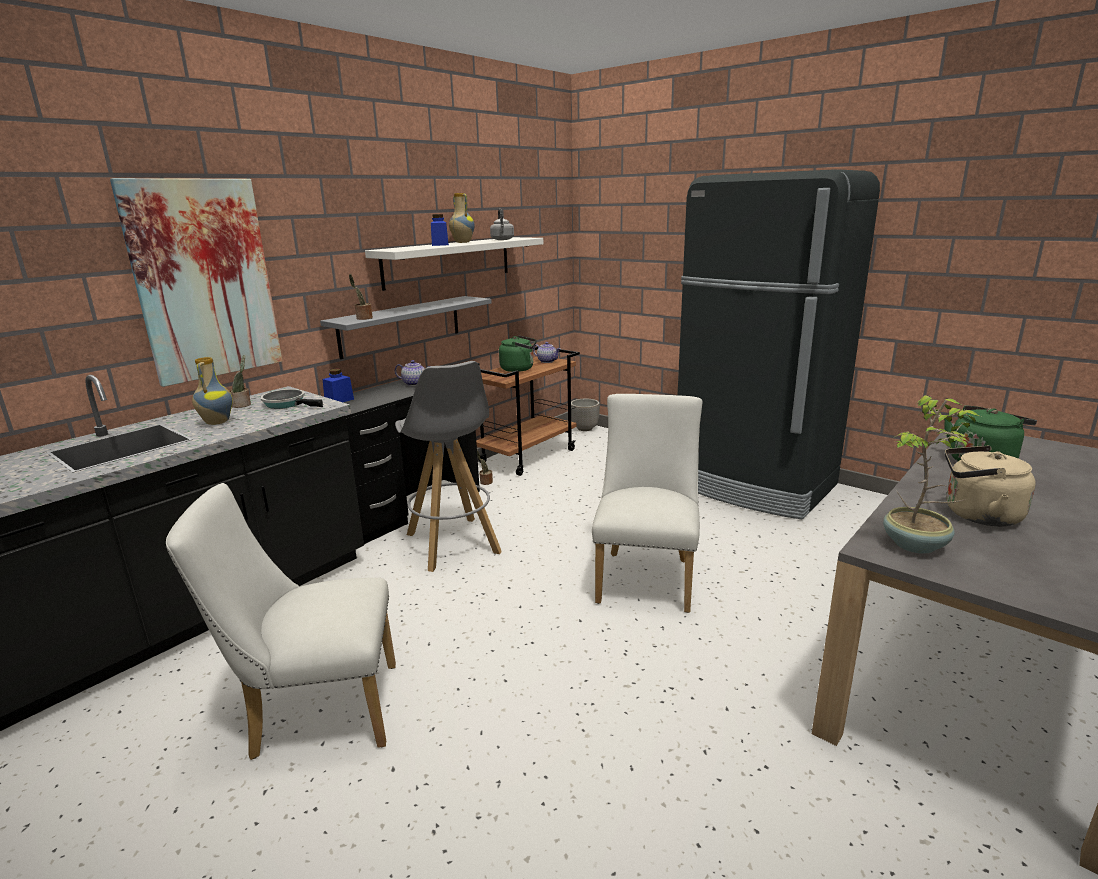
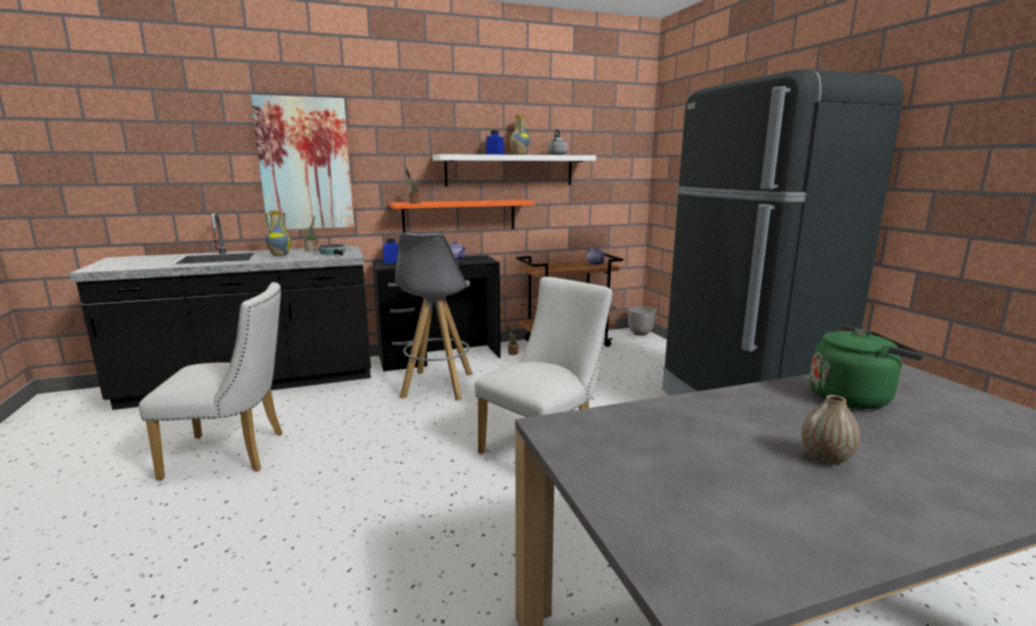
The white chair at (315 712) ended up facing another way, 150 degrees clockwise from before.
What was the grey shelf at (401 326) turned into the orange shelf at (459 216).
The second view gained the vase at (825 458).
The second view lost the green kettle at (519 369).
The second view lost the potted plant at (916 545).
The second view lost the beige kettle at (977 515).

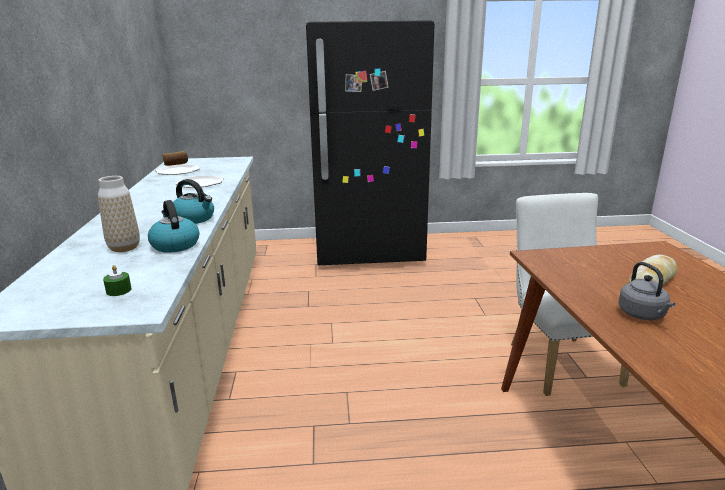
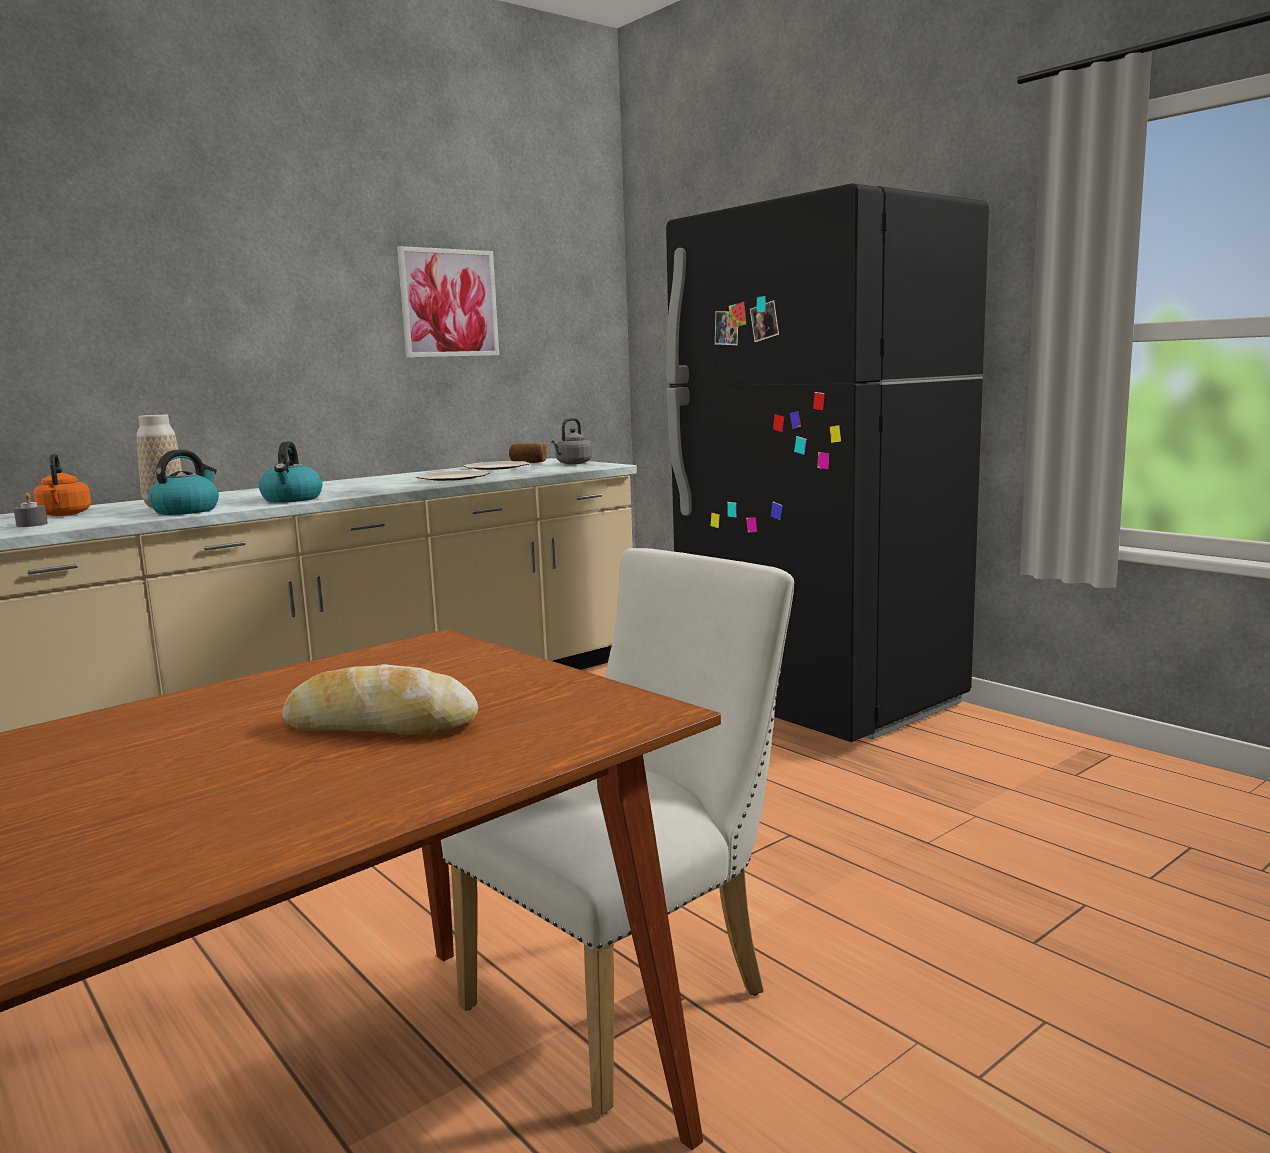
What was the green candle at (119 290) turned into the grey candle at (32 524).
The second view gained the orange kettle at (64 514).
The second view gained the picture at (448 303).
The grey kettle ended up elsewhere, having gone from (643 315) to (572 463).

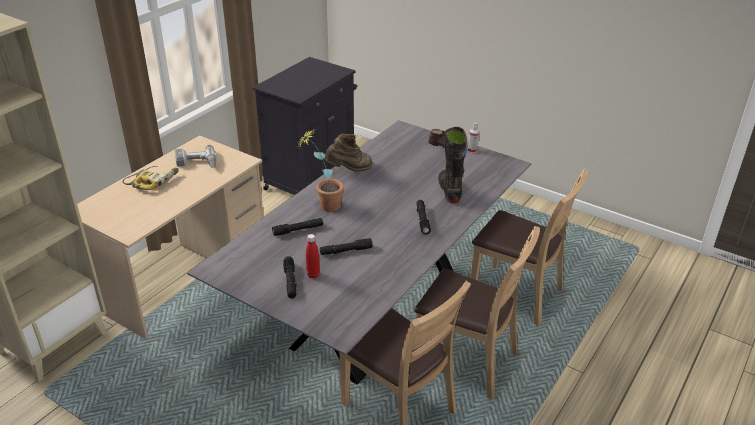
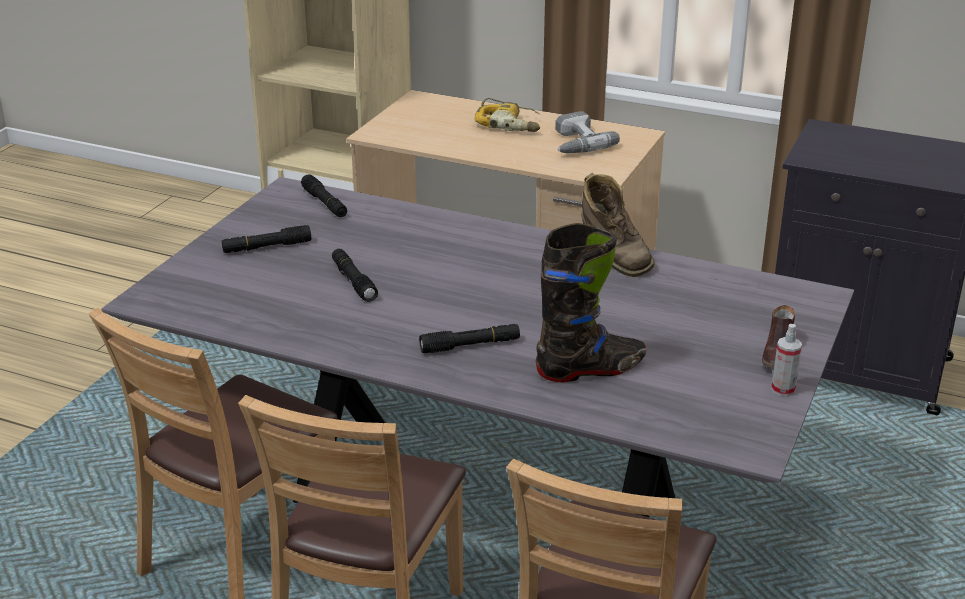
The black flashlight ended up elsewhere, having gone from (298 230) to (324 203).
The second view lost the potted plant at (323 206).
The second view lost the red bottle at (313 275).

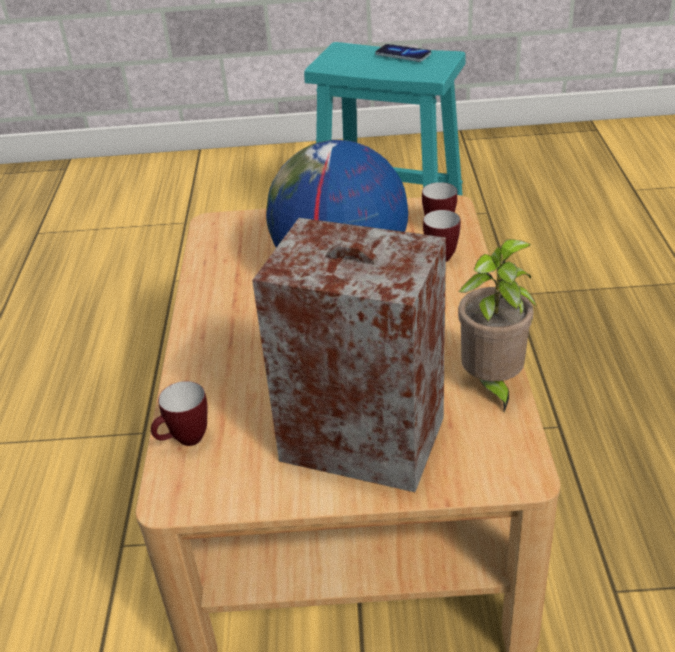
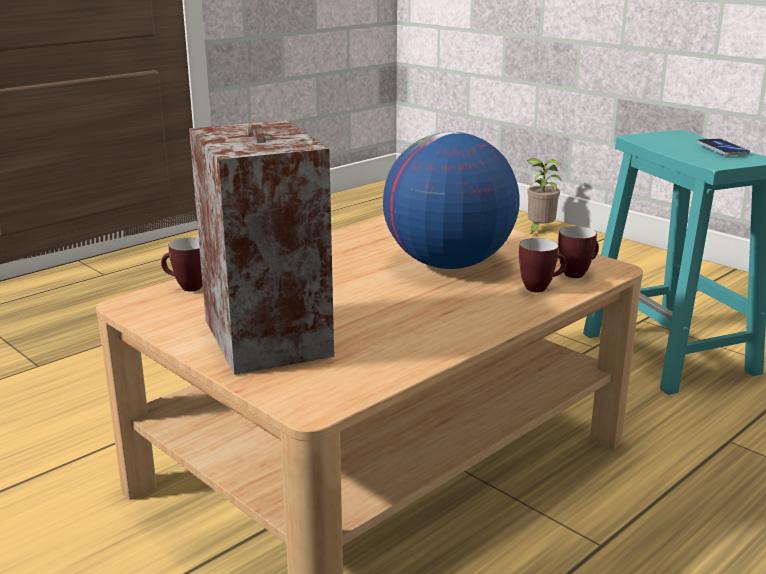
The potted plant ended up elsewhere, having gone from (492 385) to (539 230).

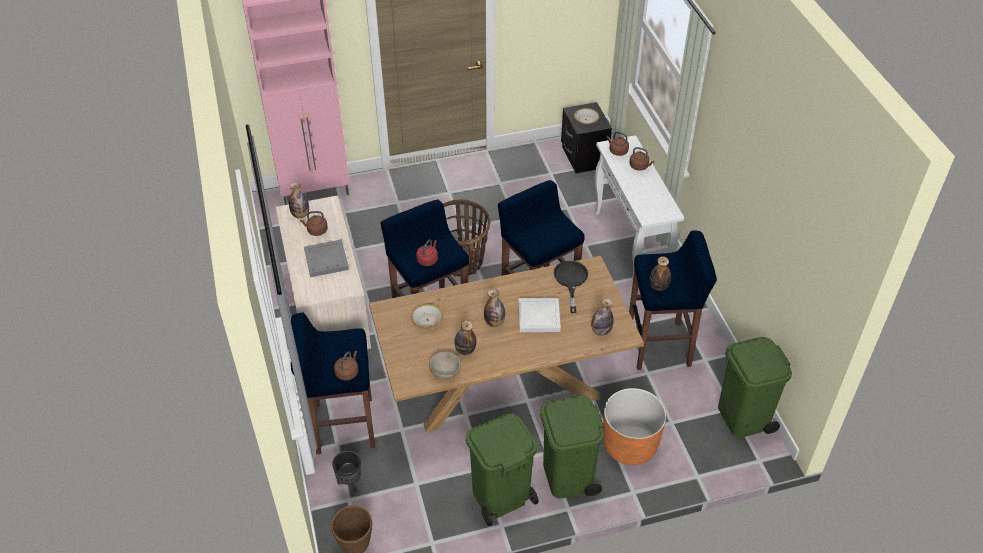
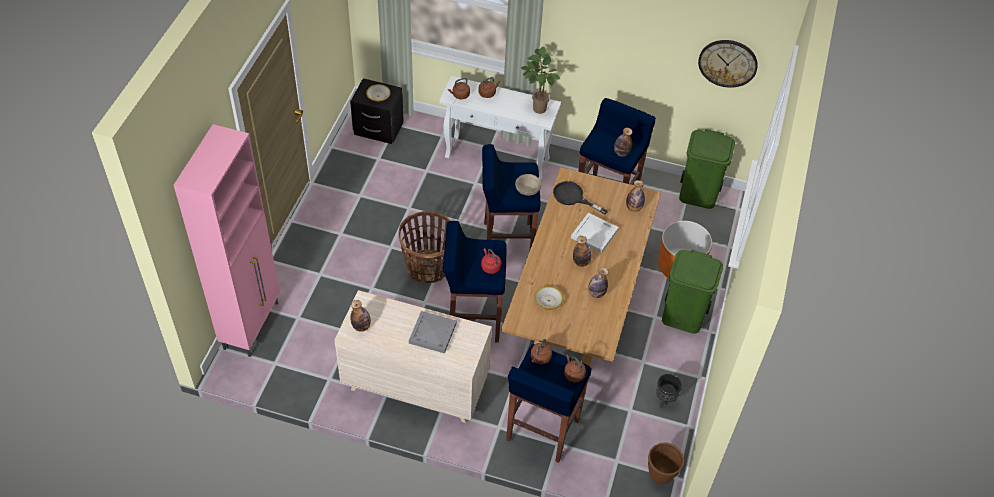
The beige bowl ended up elsewhere, having gone from (445 372) to (528 190).
The second view gained the potted plant at (537 108).
The brown kettle ended up elsewhere, having gone from (316 230) to (540 358).
The black planter ended up elsewhere, having gone from (349 482) to (664 400).
The second view gained the wall clock at (728 63).
The second view lost the green trash can at (500 496).

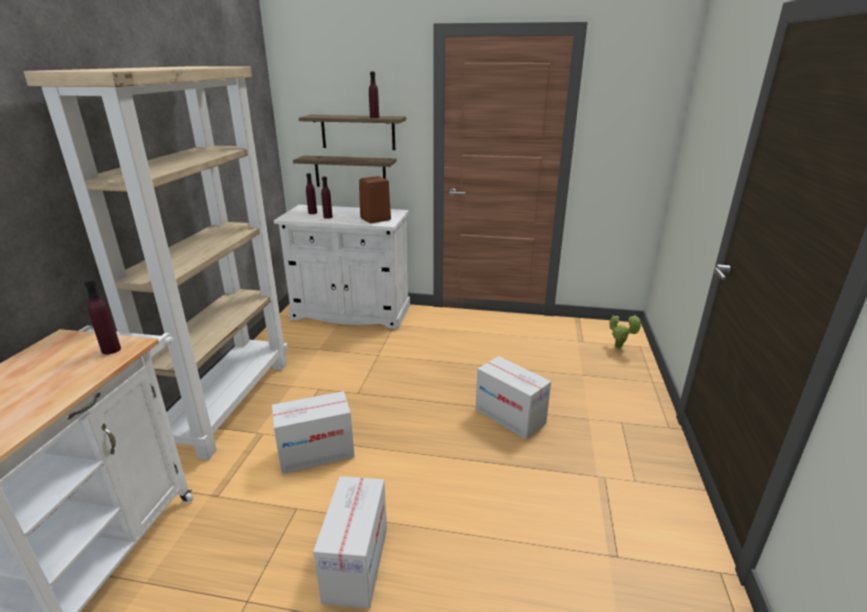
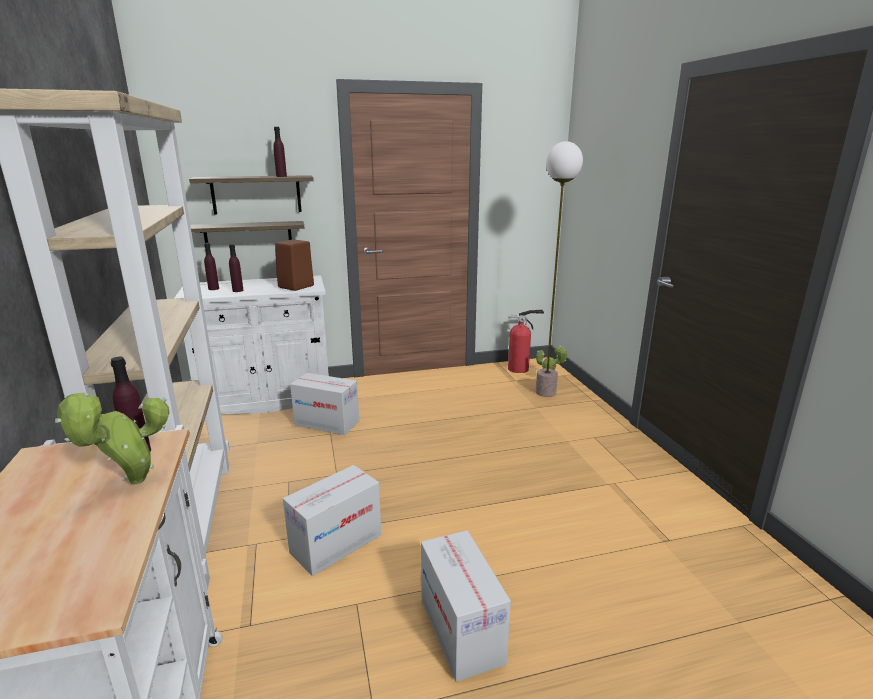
The second view gained the potted plant at (132 483).
The cardboard box ended up elsewhere, having gone from (510 416) to (327 423).
The second view gained the fire extinguisher at (520 369).
The second view gained the floor lamp at (545 392).

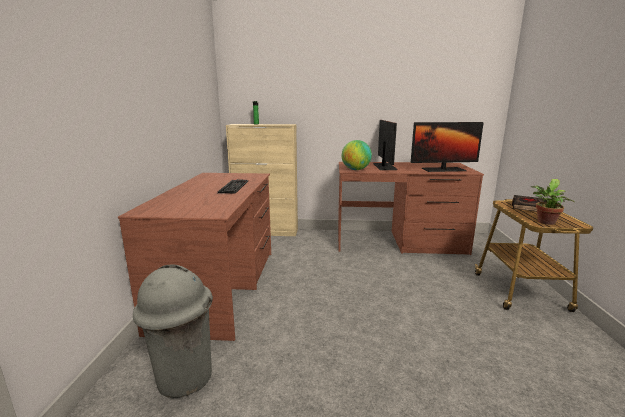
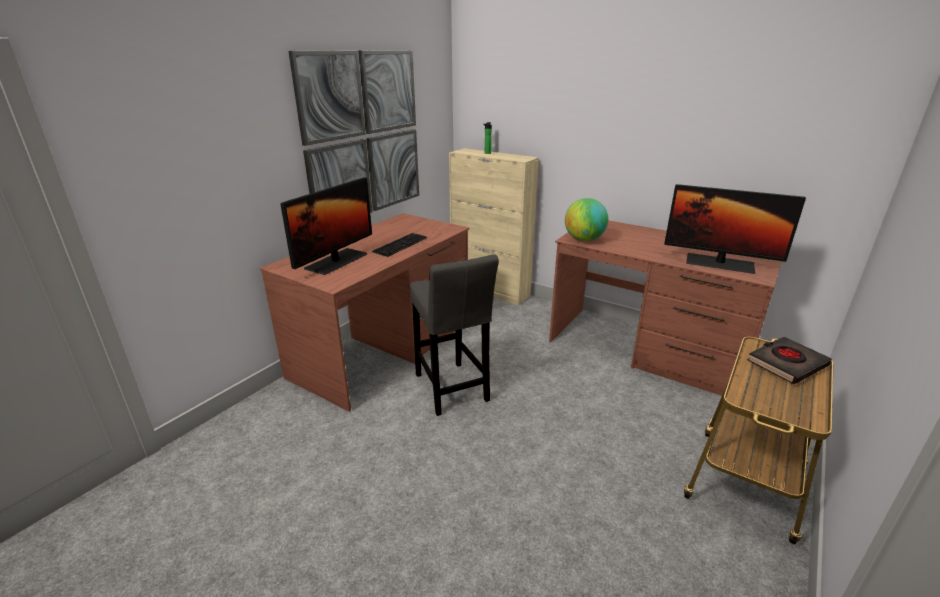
The monitor ended up elsewhere, having gone from (384 166) to (336 261).
The second view gained the picture at (364 136).
The second view gained the grey stool at (452 390).
The second view lost the grey trash can at (183 377).
The second view lost the potted plant at (545 222).

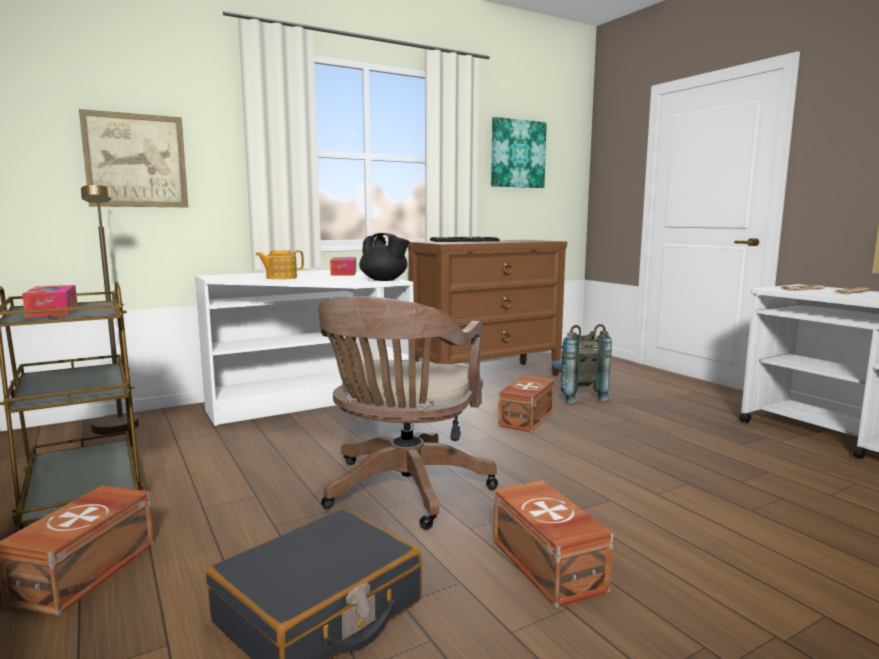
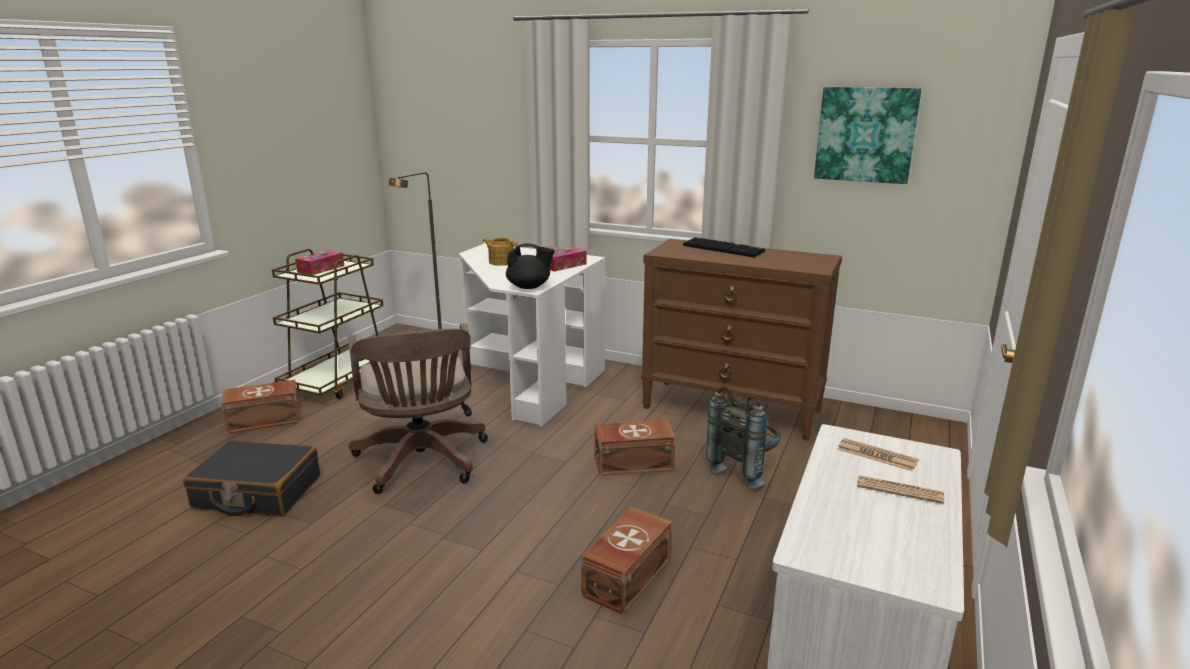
The brown office chair at (403 491) ended up facing another way, 90 degrees counterclockwise from before.
The black teapot at (384 280) ended up facing another way, 90 degrees counterclockwise from before.
The brown storage box ended up elsewhere, having gone from (546 566) to (625 577).
The second view lost the picture at (136 161).

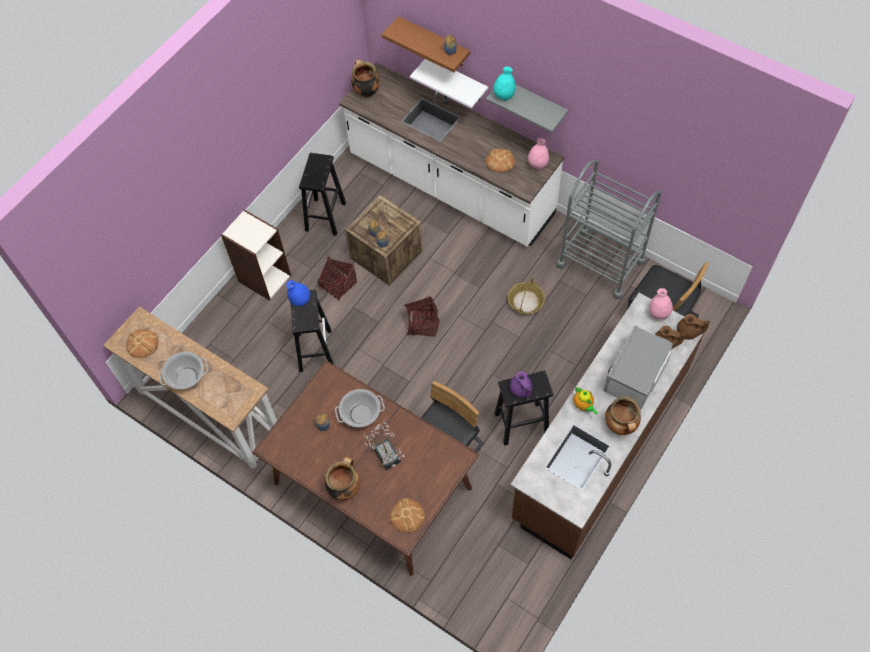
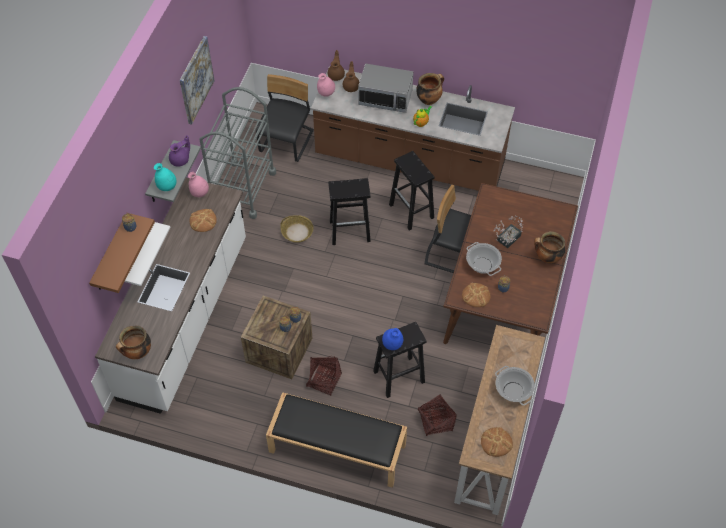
The purple teapot ended up elsewhere, having gone from (521 390) to (180 160).
The second view gained the picture at (196 80).
Where the bookcase stood at (264 278), the black bench came to stand at (336 448).
The black stool ended up elsewhere, having gone from (325 217) to (350 231).
The basket ended up elsewhere, having gone from (422 324) to (436 421).
The bread ended up elsewhere, having gone from (407 516) to (476 296).

